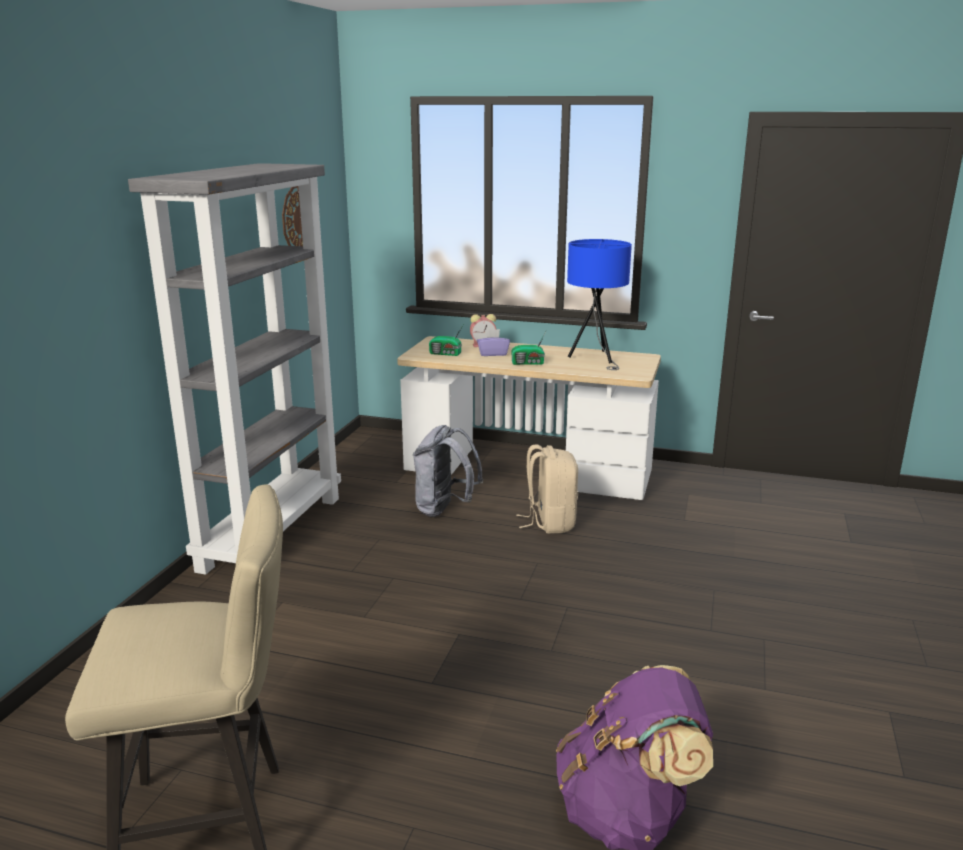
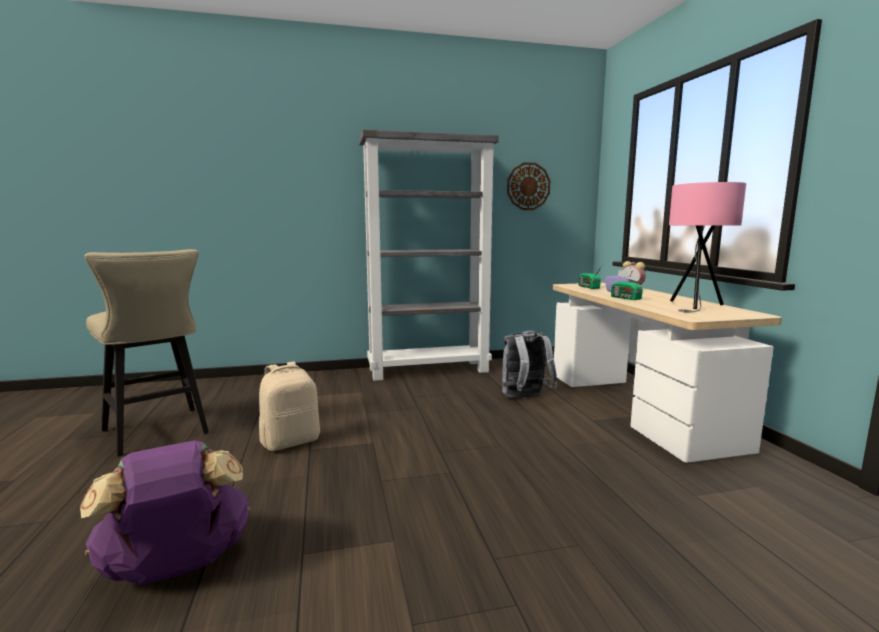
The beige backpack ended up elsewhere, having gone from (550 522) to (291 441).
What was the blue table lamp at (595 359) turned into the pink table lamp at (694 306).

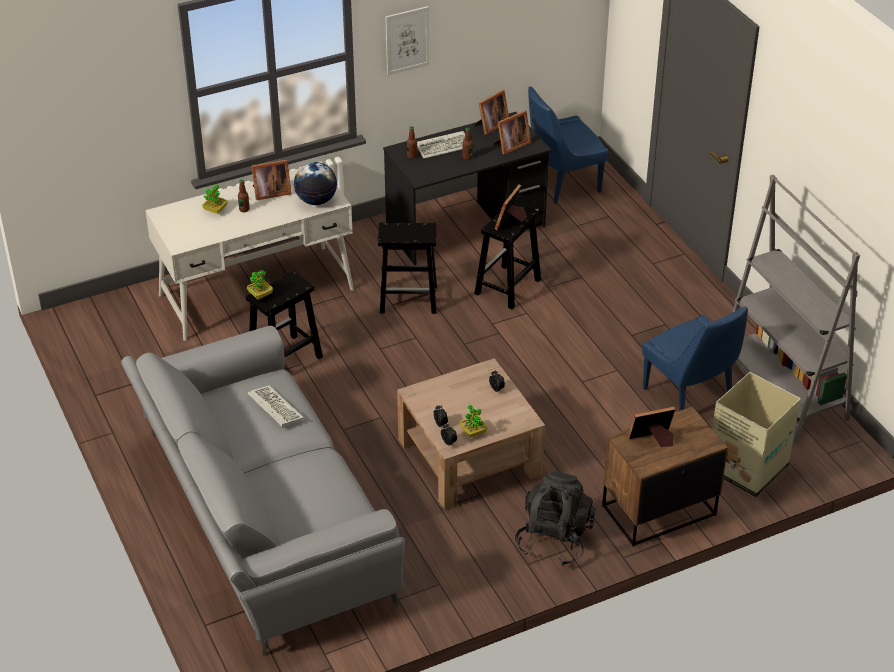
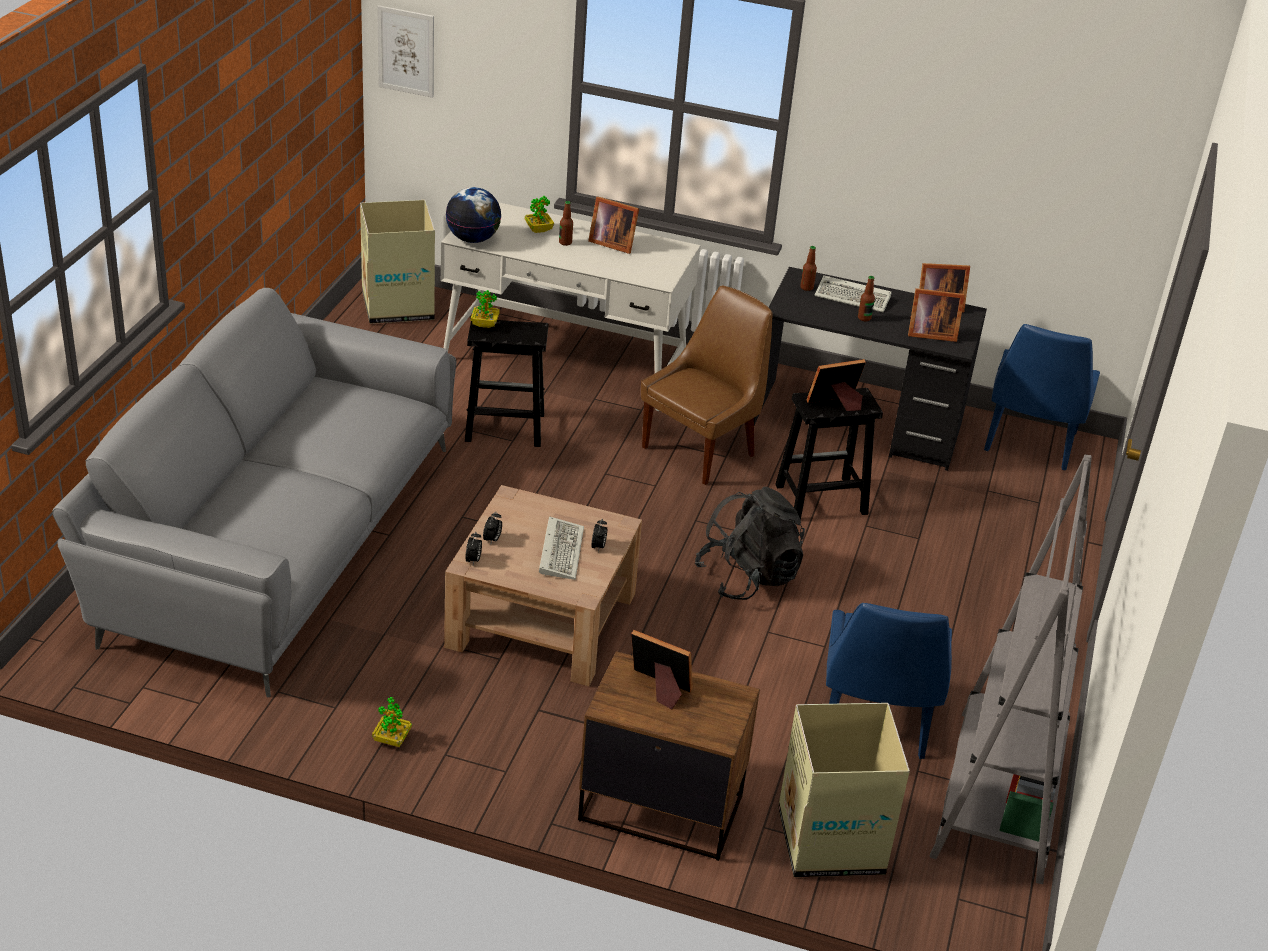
The second view gained the cardboard box at (398 305).
The potted plant ended up elsewhere, having gone from (473 432) to (392 739).
The picture ended up elsewhere, having gone from (407 40) to (406 51).
The globe ended up elsewhere, having gone from (316 200) to (473 239).
The keyboard ended up elsewhere, having gone from (274 407) to (560 550).
Where the black stool stood at (409 299), the brown chair came to stand at (701 450).
The black backpack ended up elsewhere, having gone from (554 539) to (748 577).
The blue chair at (562 183) ended up facing another way, 90 degrees counterclockwise from before.

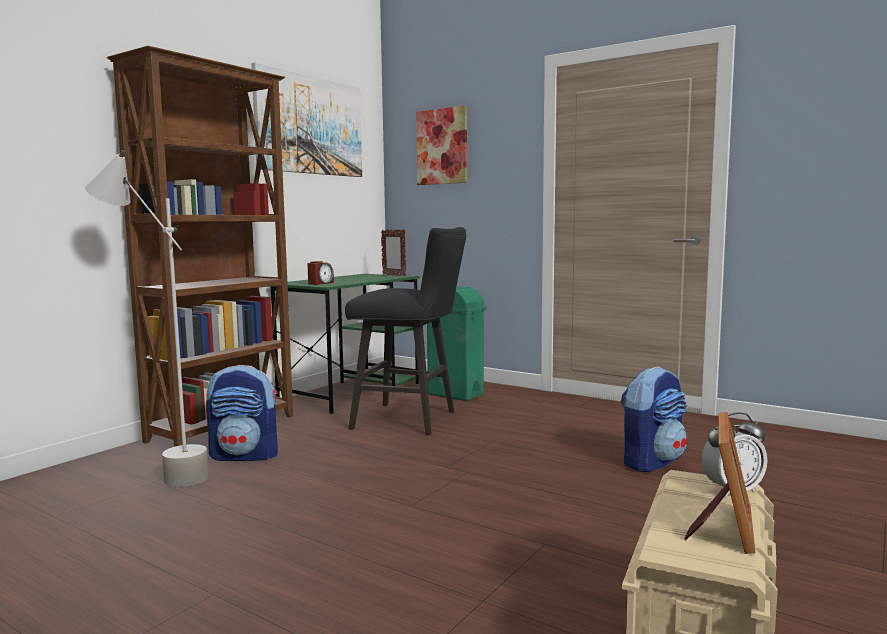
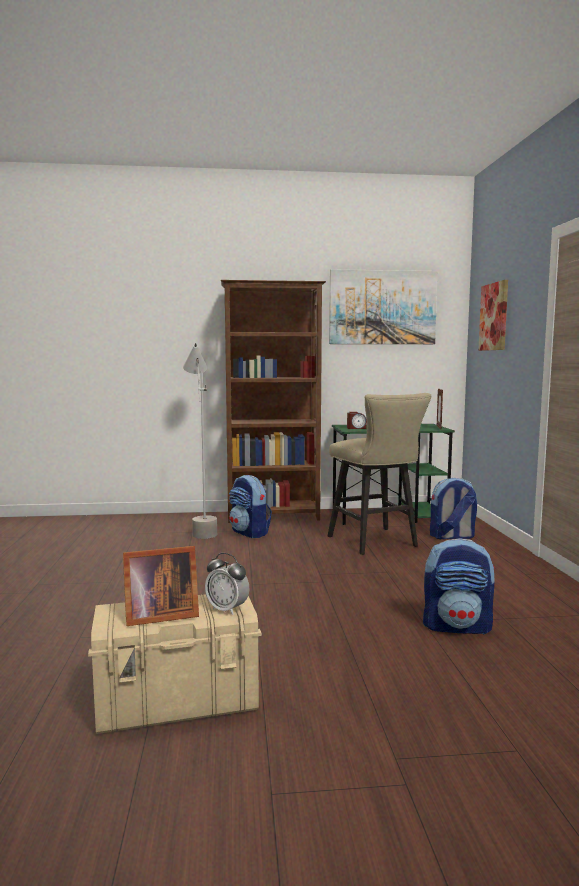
What was the black stool at (411 420) turned into the beige stool at (376 543).
Where the green trash can stood at (456 395), the backpack came to stand at (451 536).

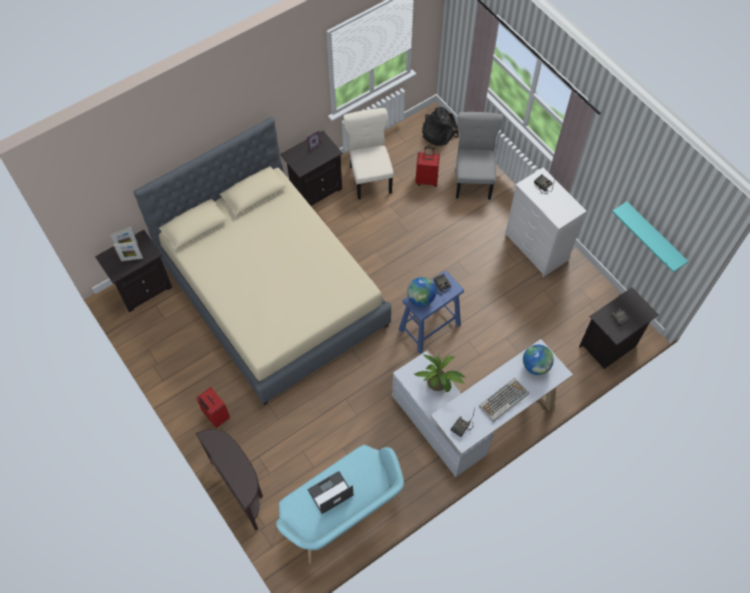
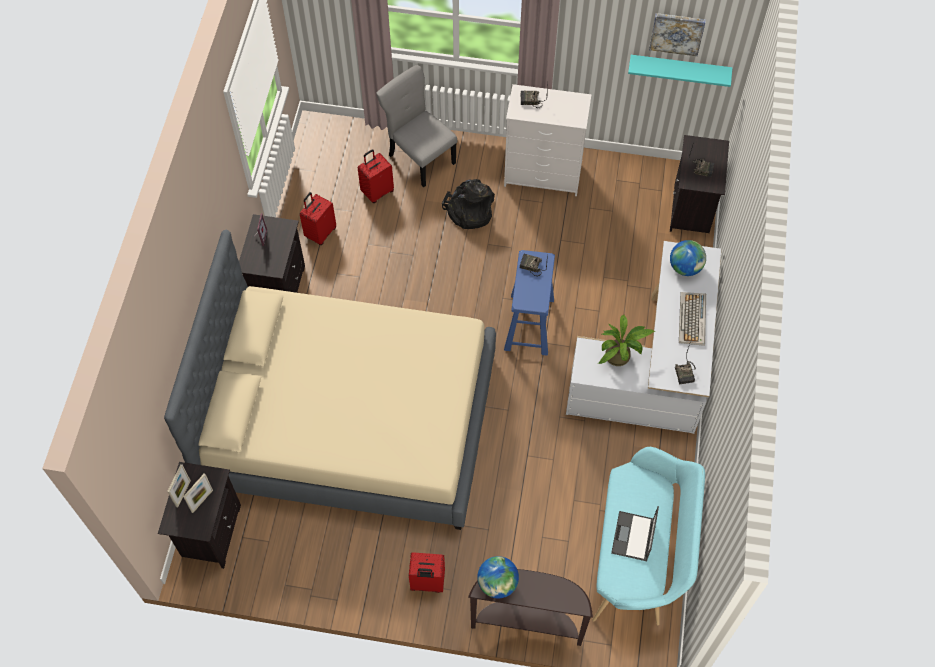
Where the beige chair stood at (370 177), the red suitcase came to stand at (320 233).
The black backpack ended up elsewhere, having gone from (438 132) to (469 211).
The globe ended up elsewhere, having gone from (421 298) to (497 583).
The second view gained the picture at (677 33).

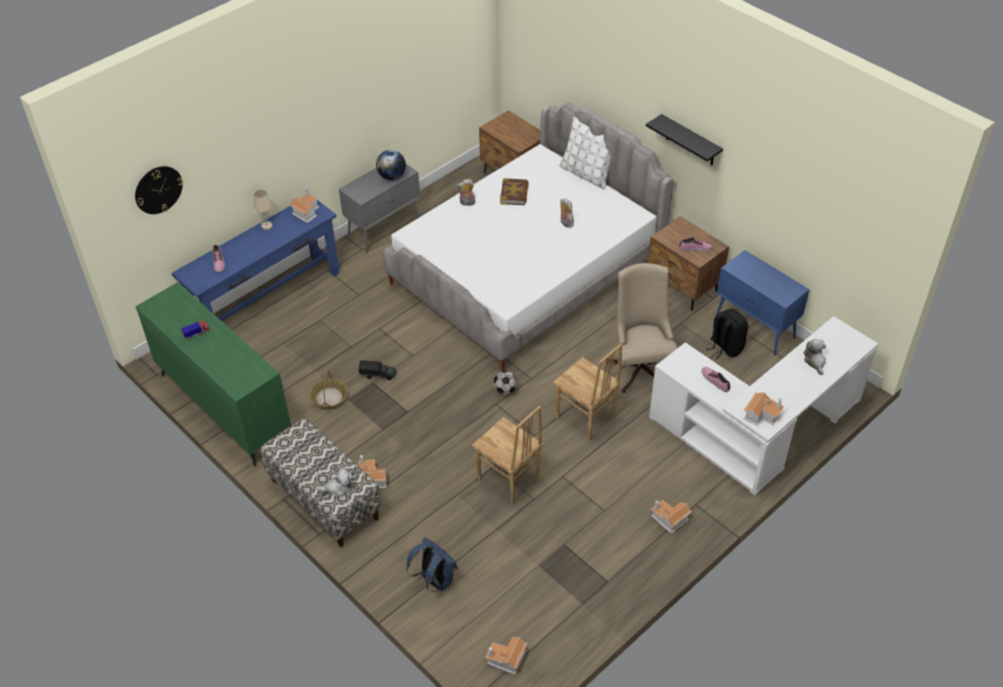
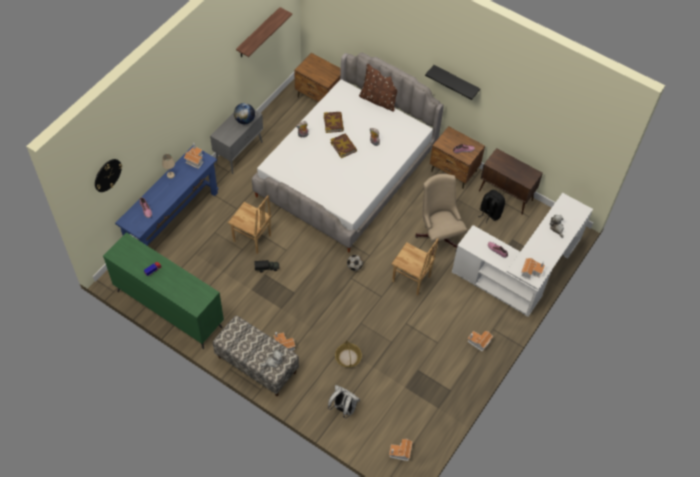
The brown chair ended up elsewhere, having gone from (508 480) to (252 239).
The second view gained the shelf at (258 33).
What was the blue backpack at (434 580) turned into the white backpack at (343 408).
The second view gained the book at (343 147).
The basket ended up elsewhere, having gone from (329 397) to (348 357).
What was the white pillow at (586 174) turned into the brown pillow at (378 100).
What was the blue cabinet at (755 328) turned into the brown cabinet at (506 196).

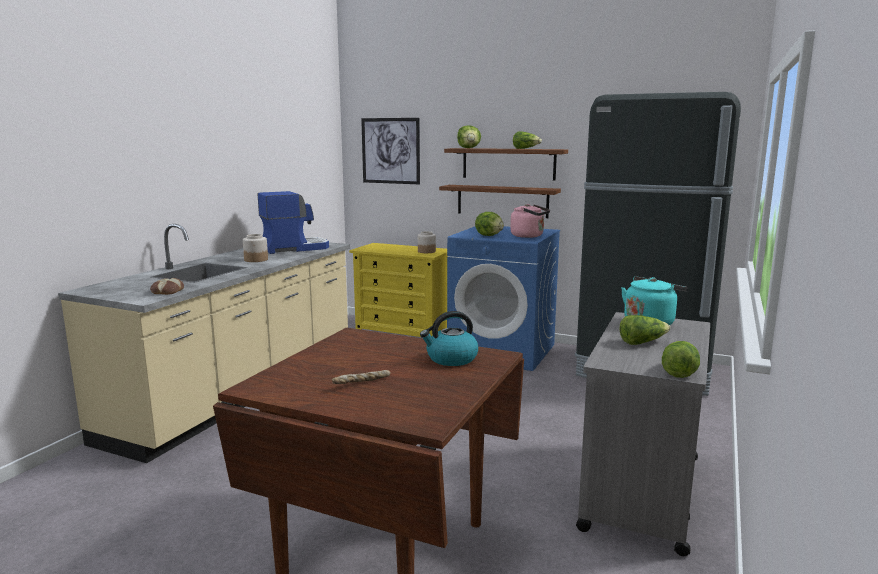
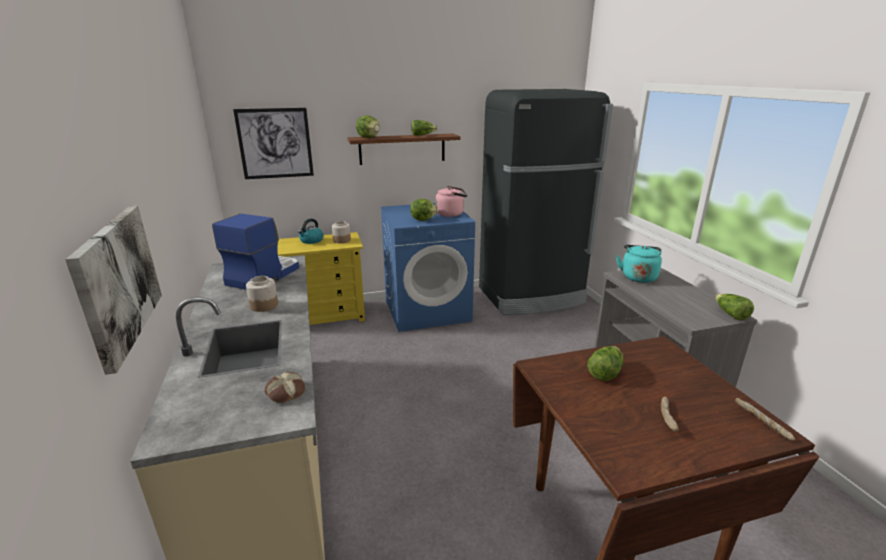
The second view gained the picture at (117 281).
The kettle ended up elsewhere, having gone from (451 359) to (311 241).
The lettuce ended up elsewhere, having gone from (642 342) to (604 372).
The second view gained the bread at (761 424).
The second view lost the brown shelf at (502 201).

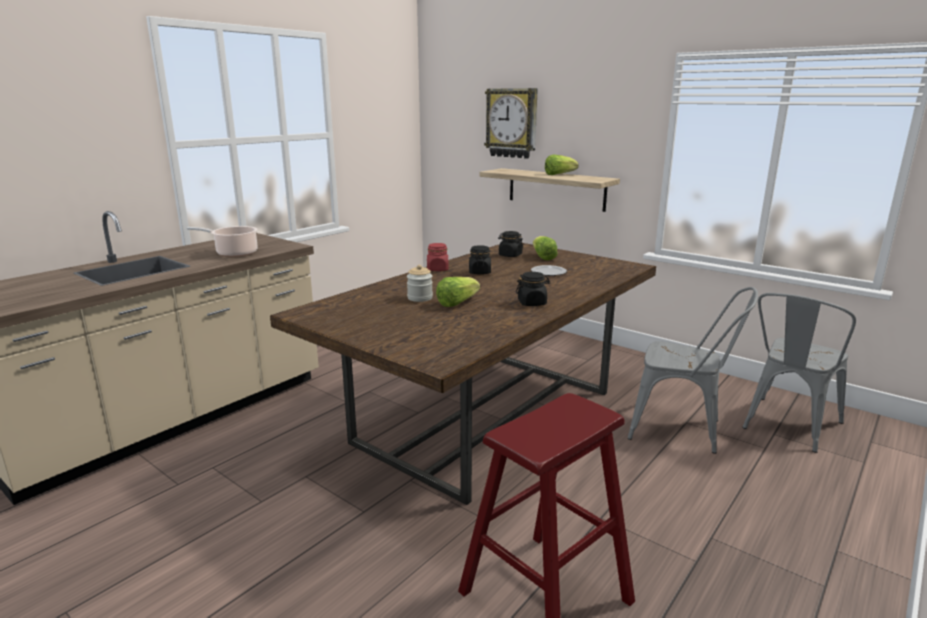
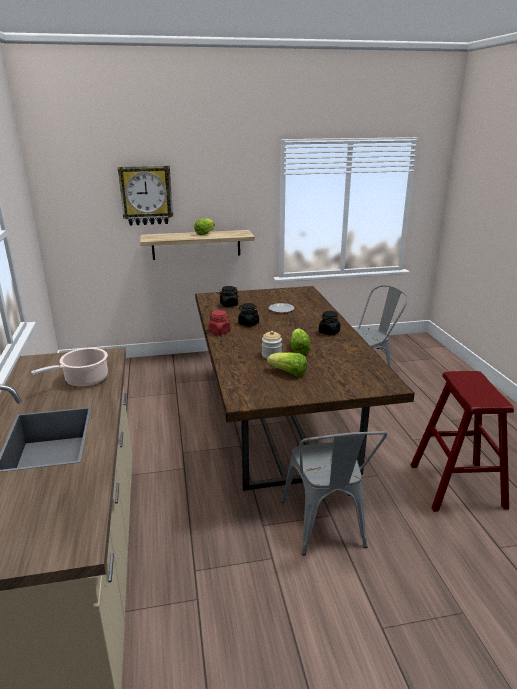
The lettuce ended up elsewhere, having gone from (542 257) to (288 373).
The grey chair ended up elsewhere, having gone from (787 427) to (326 528).

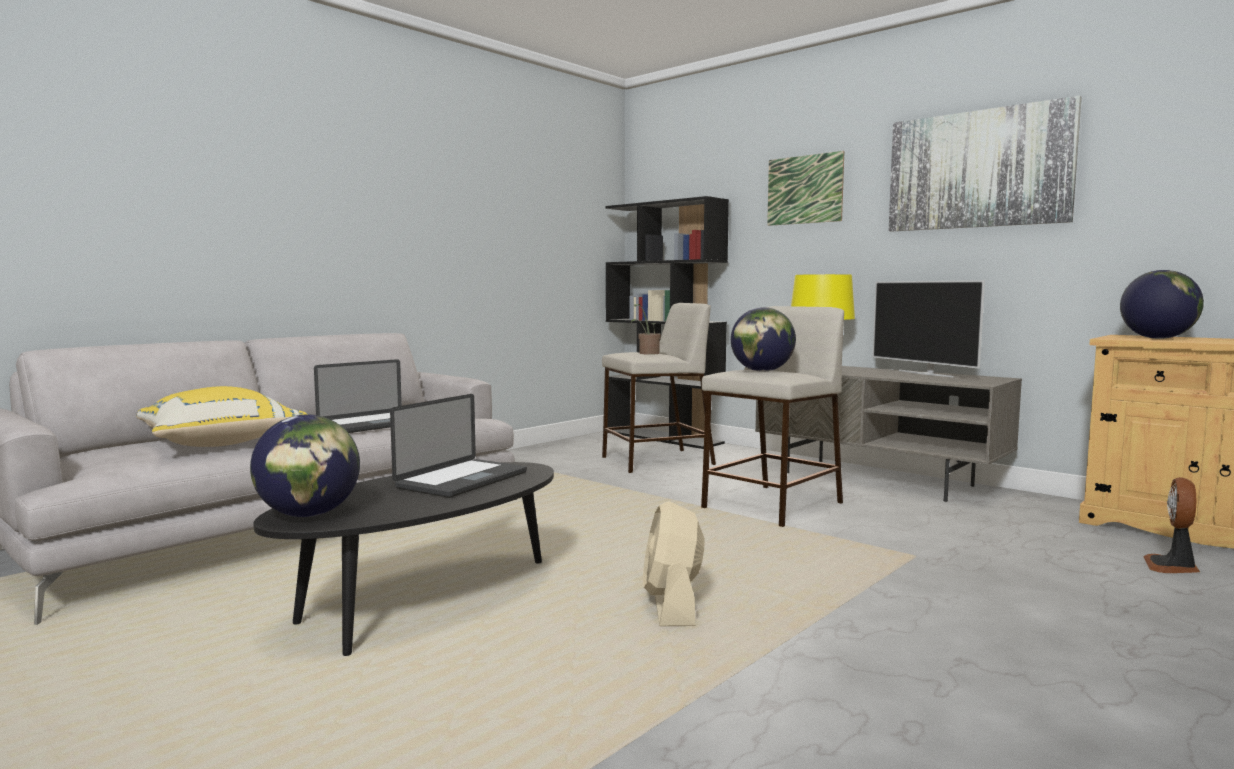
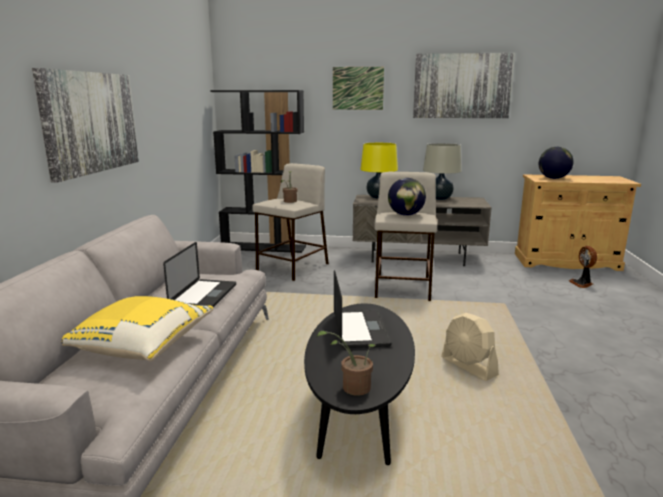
The second view gained the picture at (91 122).
Where the globe stood at (309 515), the potted plant came to stand at (352 388).
Where the television stood at (925 373), the beige table lamp came to stand at (440 198).

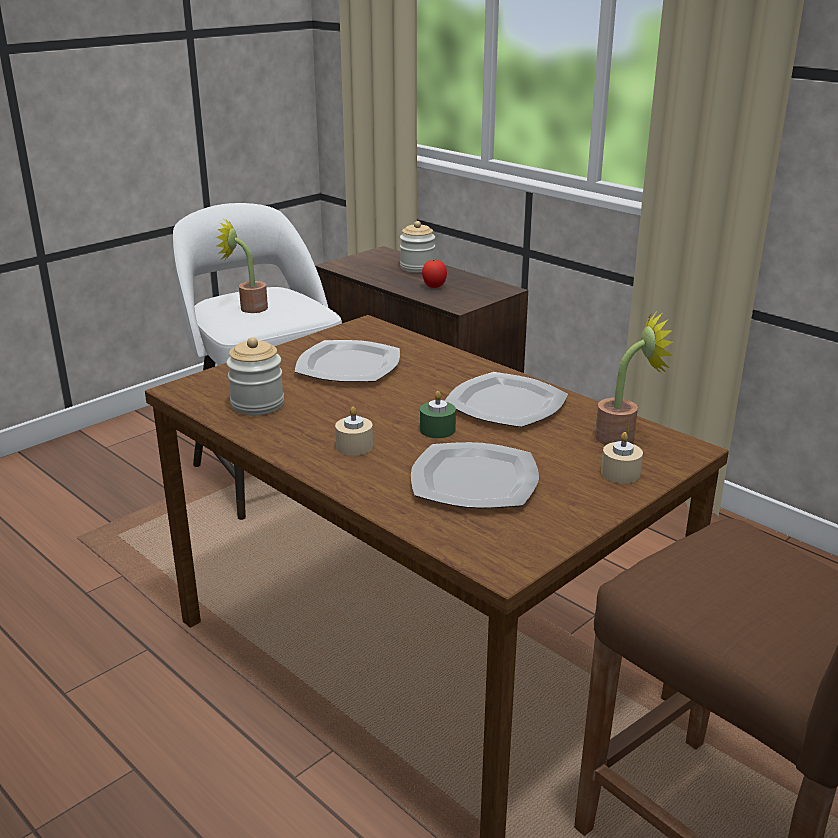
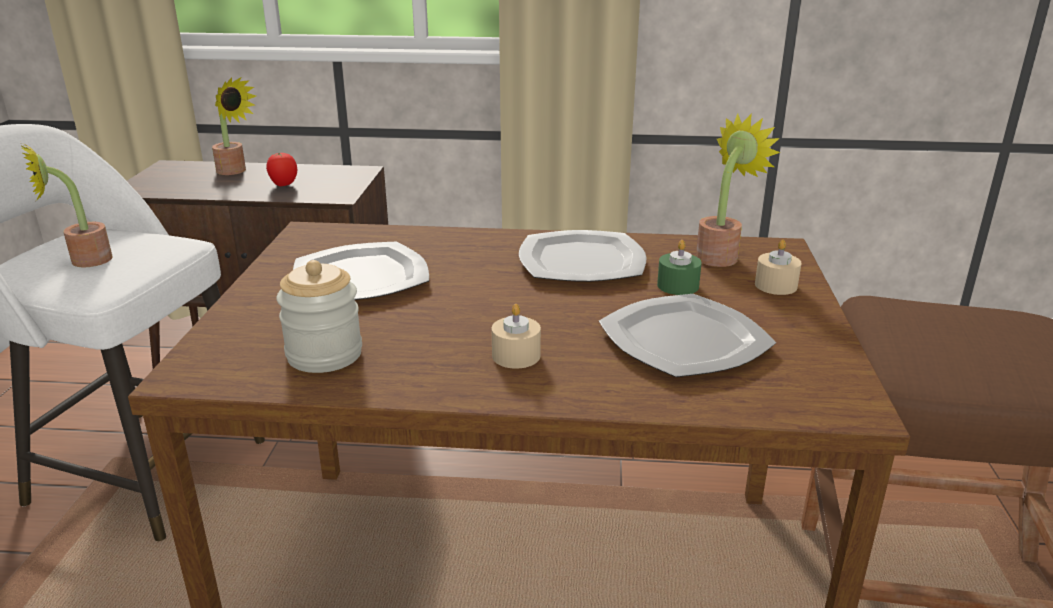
Where the jar stood at (417 267), the potted plant came to stand at (235 171).
The green candle ended up elsewhere, having gone from (437 429) to (678 286).

